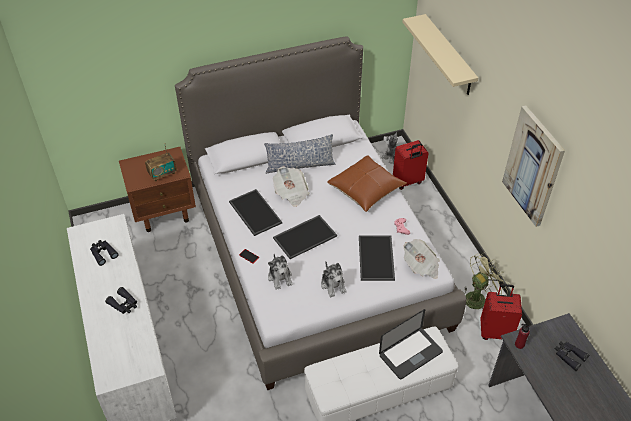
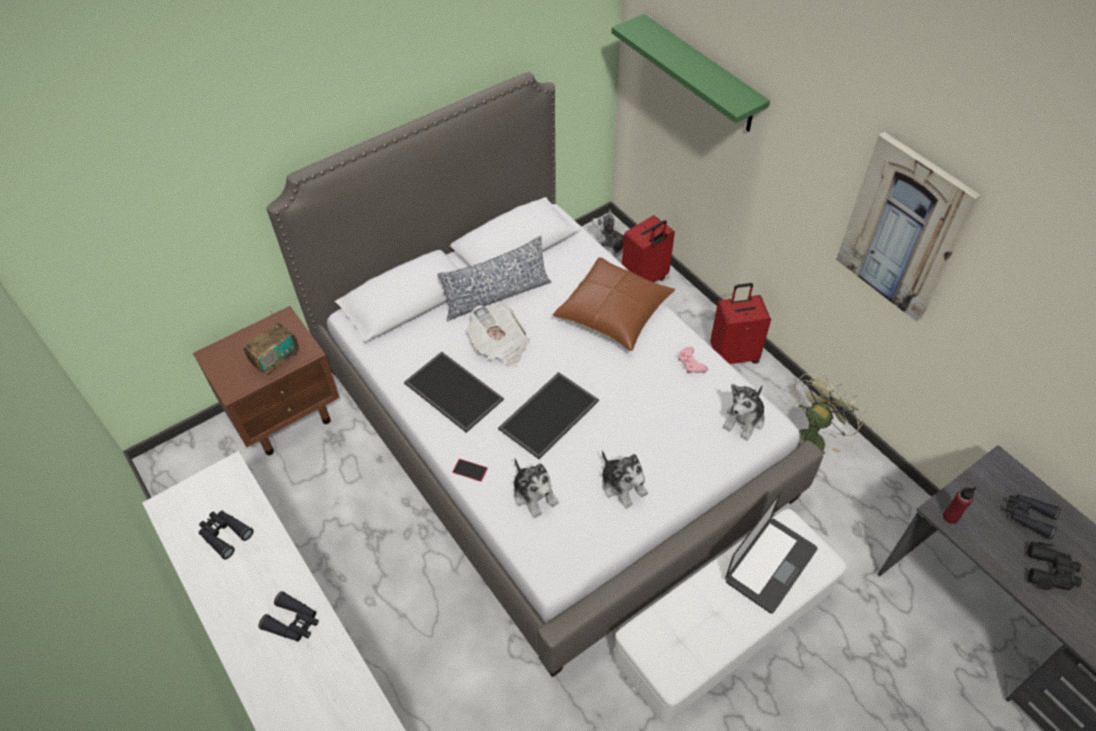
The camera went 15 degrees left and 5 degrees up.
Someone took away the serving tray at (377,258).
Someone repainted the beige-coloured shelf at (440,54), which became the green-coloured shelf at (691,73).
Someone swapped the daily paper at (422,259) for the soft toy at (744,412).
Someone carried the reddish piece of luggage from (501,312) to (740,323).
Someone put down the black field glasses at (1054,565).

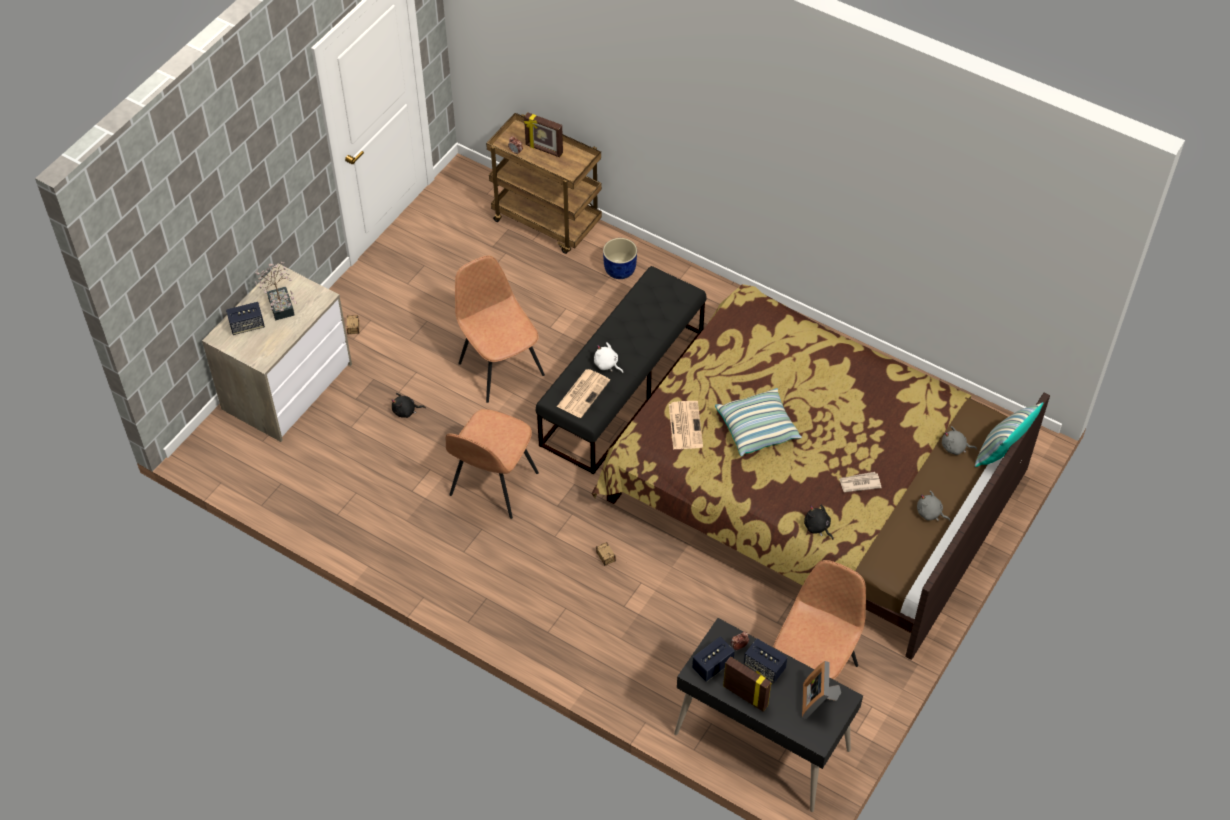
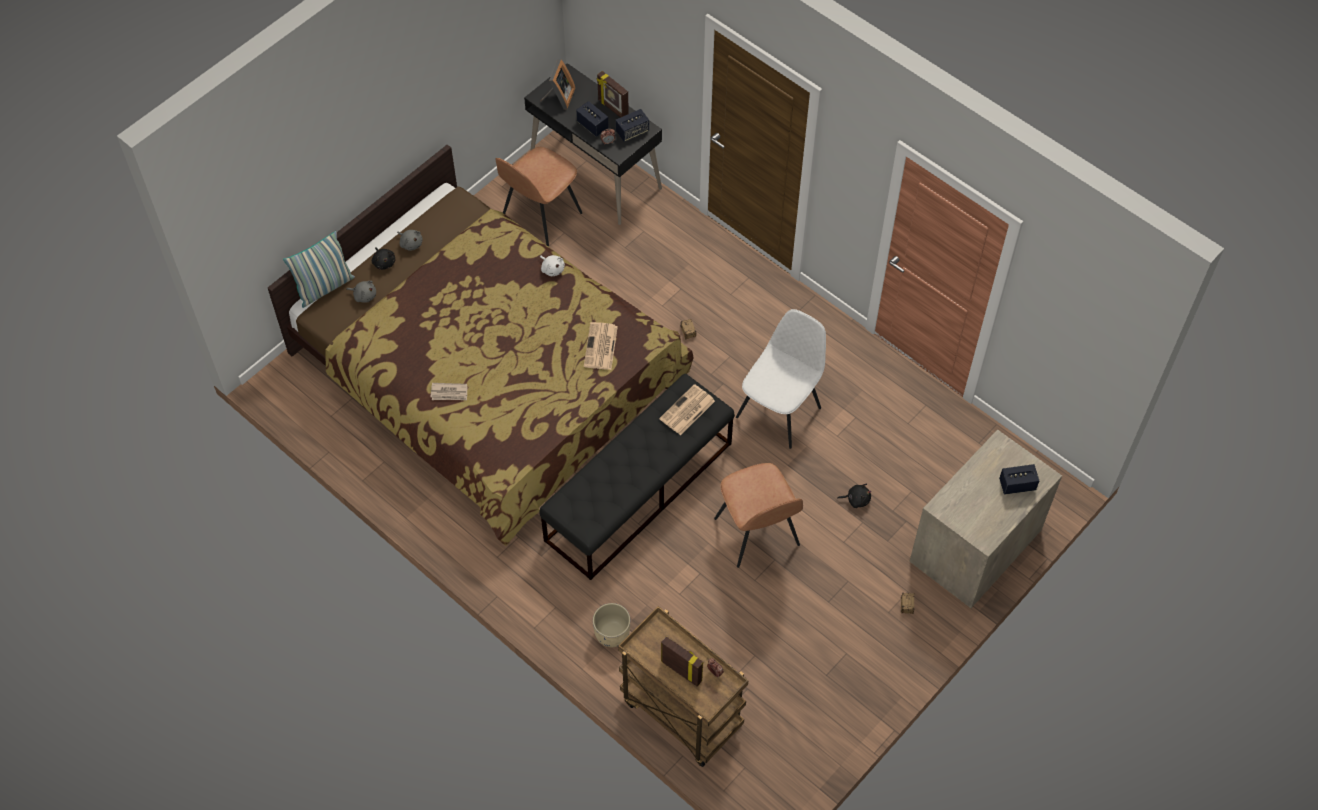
The camera went 170 degrees left and 5 degrees up.
Someone took away the plant in a pot at (276,291).
Someone repainted the brownish upright chair at (492,464), which became the whitish upright chair at (781,379).
Someone carried the whitish soft toy from (608,357) to (552,266).
Someone repainted the blue-coloured plant pot at (620,258), which became the beige-coloured plant pot at (611,625).
Someone took away the pillow at (758,422).
Someone carried the black soft toy from (818,522) to (383,258).
Someone carried the daily paper from (860,482) to (449,391).

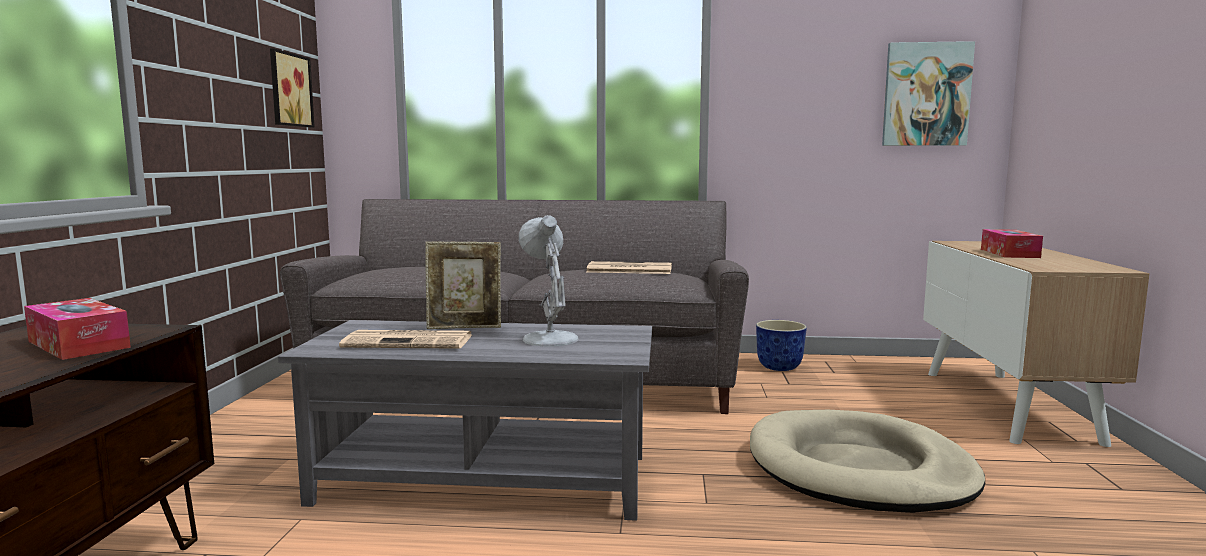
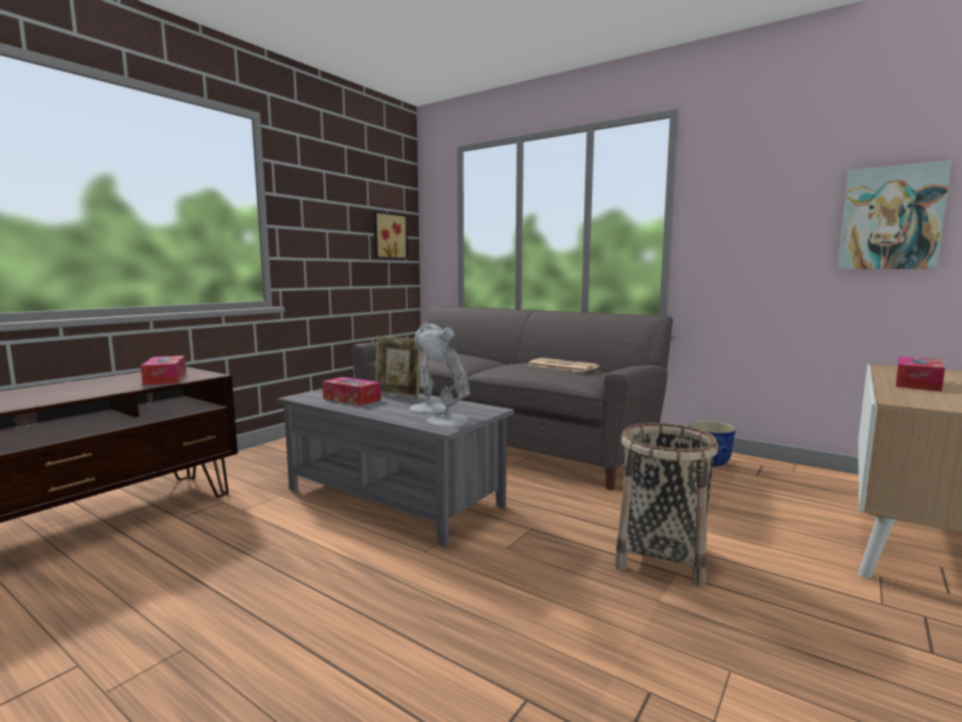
The camera went 30 degrees right and 0 degrees up.
Someone swapped the daily paper at (405,339) for the box of tissues at (351,391).
Someone swapped the beige-coloured pet bed at (867,461) for the basket at (666,505).
Someone put down the whitish lamp for a table at (444,377).

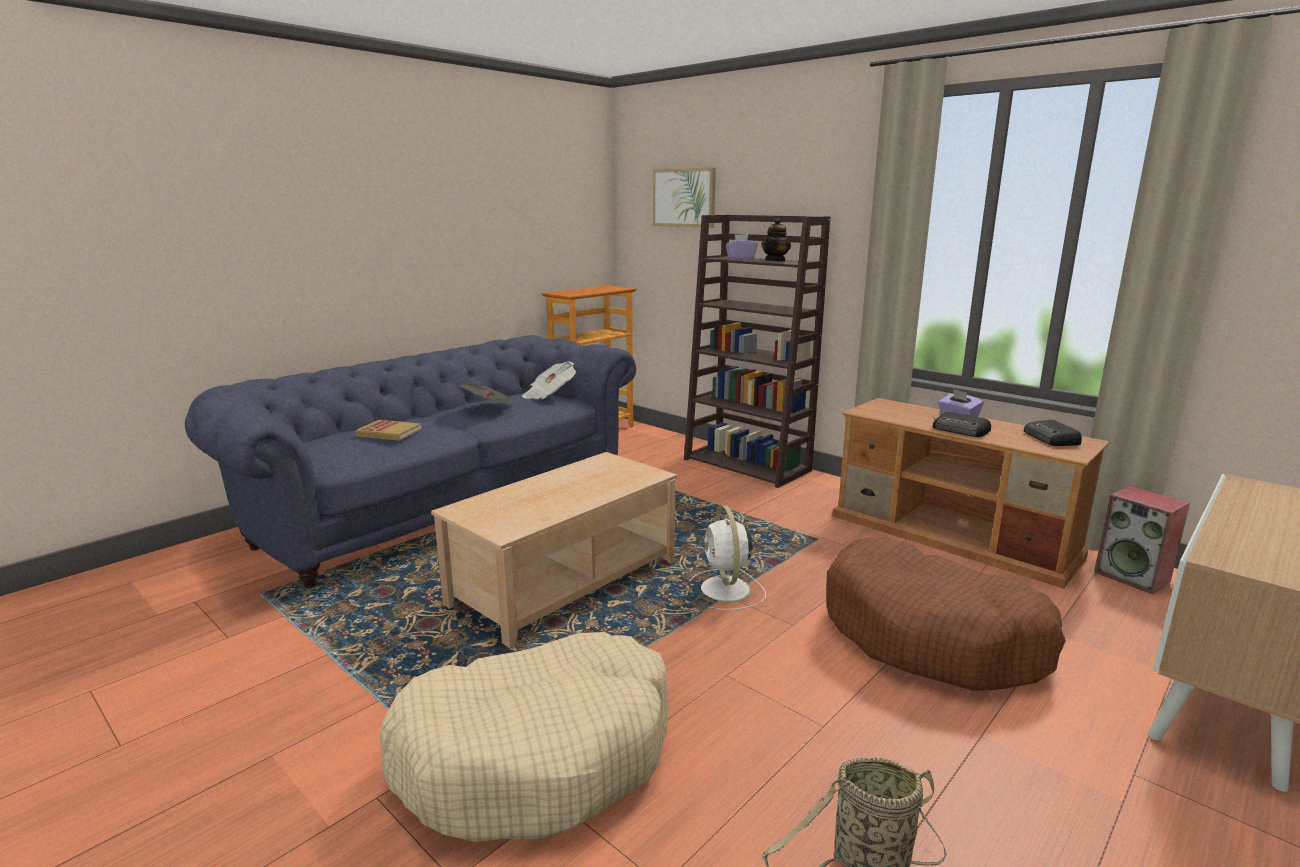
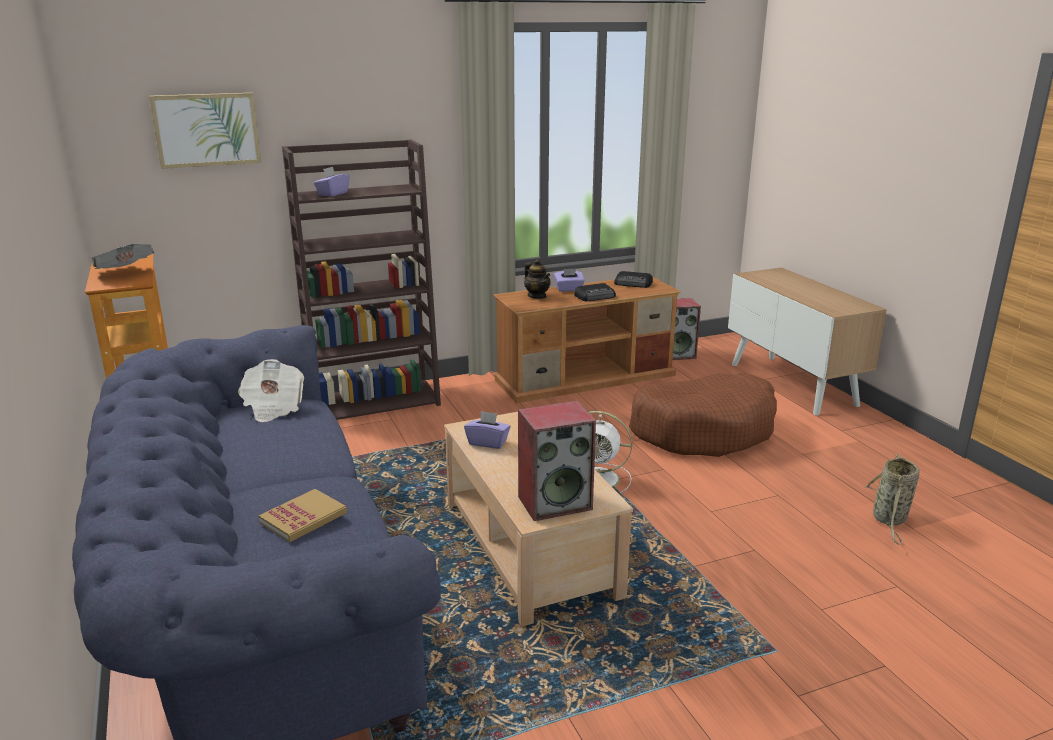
The camera went 65 degrees left and 5 degrees up.
Someone took away the beige-coloured pet bed at (523,737).
Someone carried the daily paper from (486,393) to (122,256).
Someone carried the pot for tea from (776,239) to (537,279).
Someone put down the purple box of tissues at (487,430).
Someone put down the loudspeaker at (557,461).

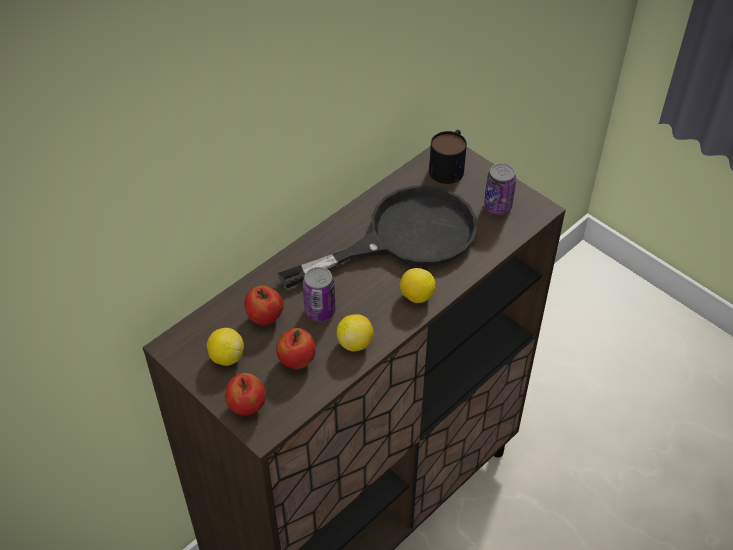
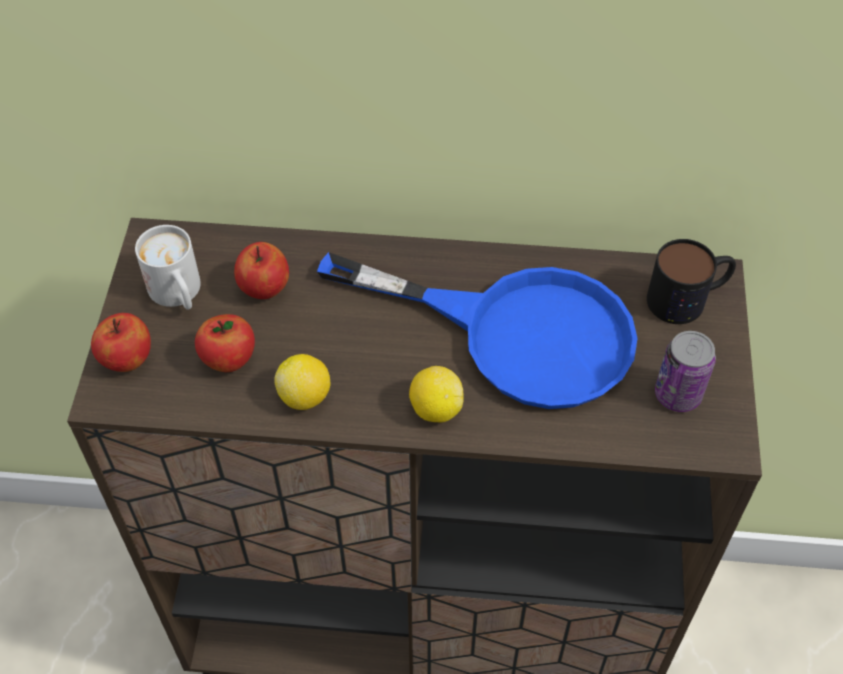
The camera went 50 degrees right and 5 degrees up.
Someone swapped the lemon at (225,347) for the whitish mug at (168,267).
Someone repainted the black frying pan at (377,237), which became the blue-coloured frying pan at (477,330).
Someone took away the can at (319,294).

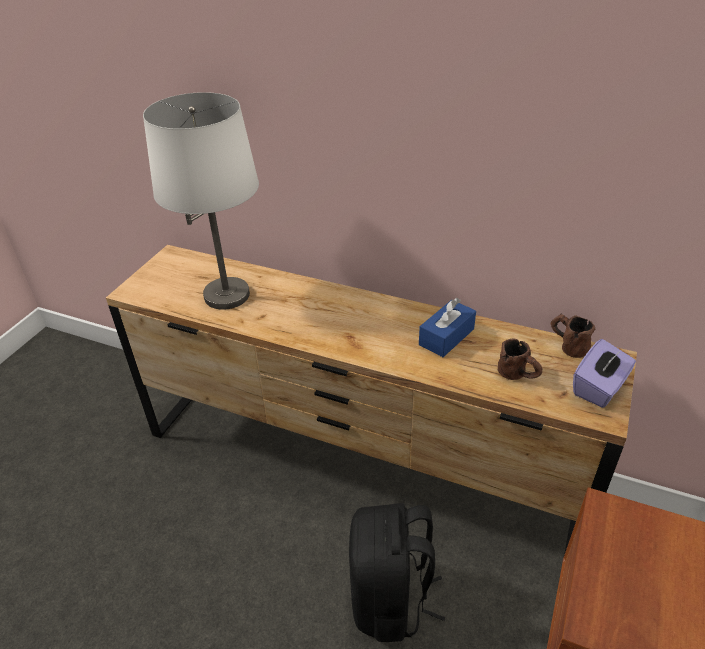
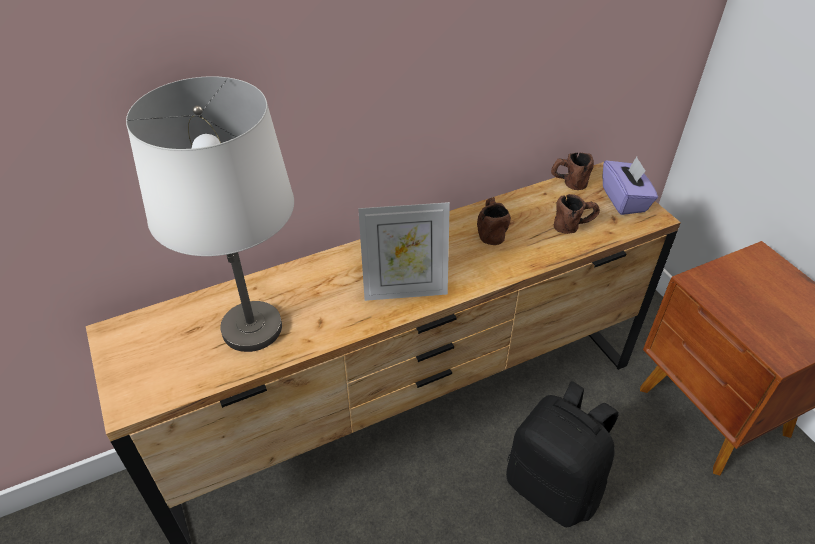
The camera went 50 degrees left and 5 degrees up.
Someone swapped the blue-coloured box of tissues at (447,327) for the brownish mug at (494,221).
Someone put down the photo frame at (404,251).

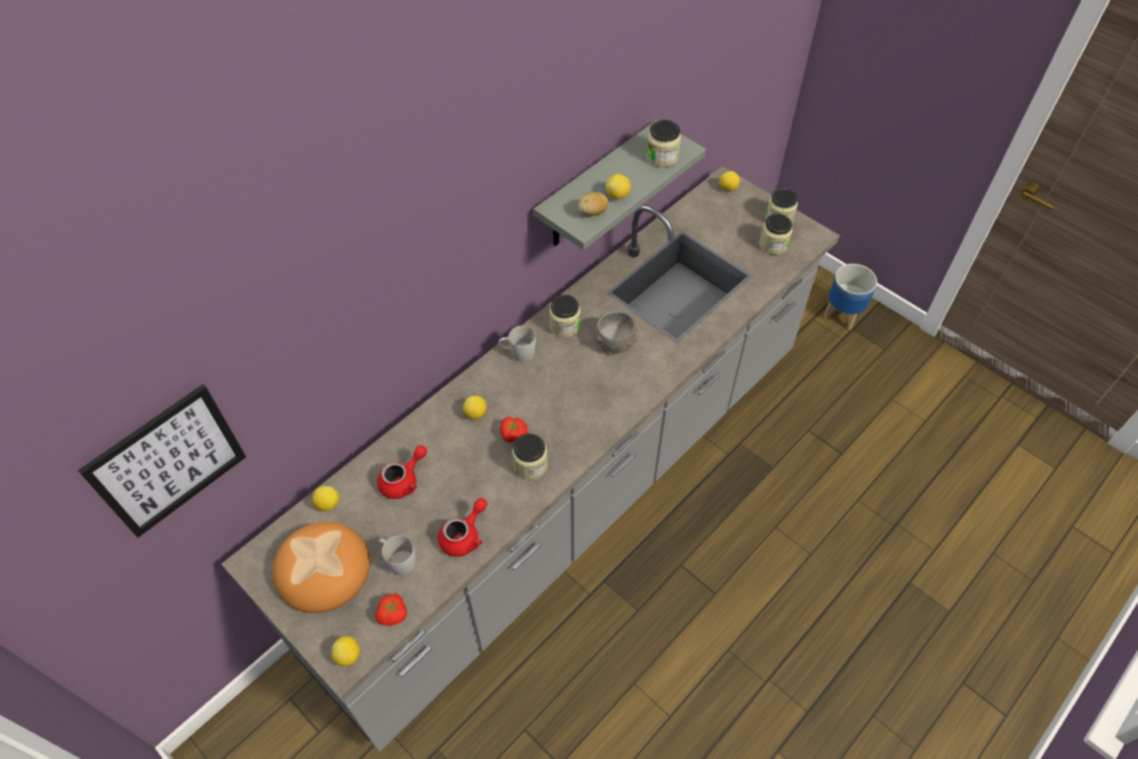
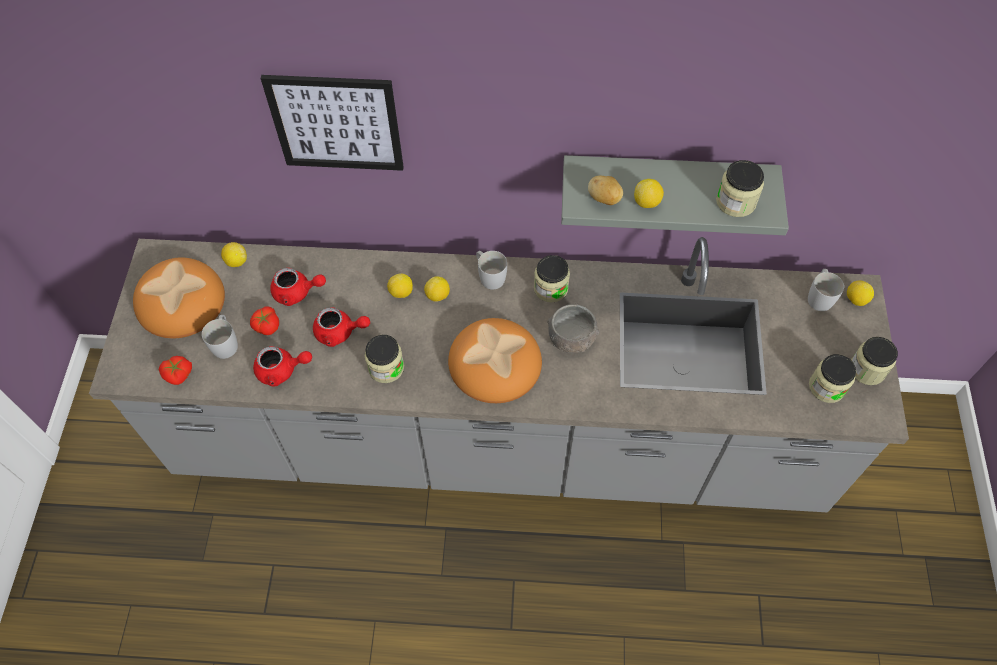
The camera went 50 degrees right and 5 degrees up.
Someone carried the wall picture from (162,461) to (332,123).
Someone carried the lemon from (346,651) to (437,289).
Someone carried the whole tomato from (514,429) to (264,320).
Someone took away the plant pot at (850,297).
Someone put down the reddish pot for tea at (341,327).
Someone put down the baked bread at (495,360).
Someone put down the whitish mug at (826,290).

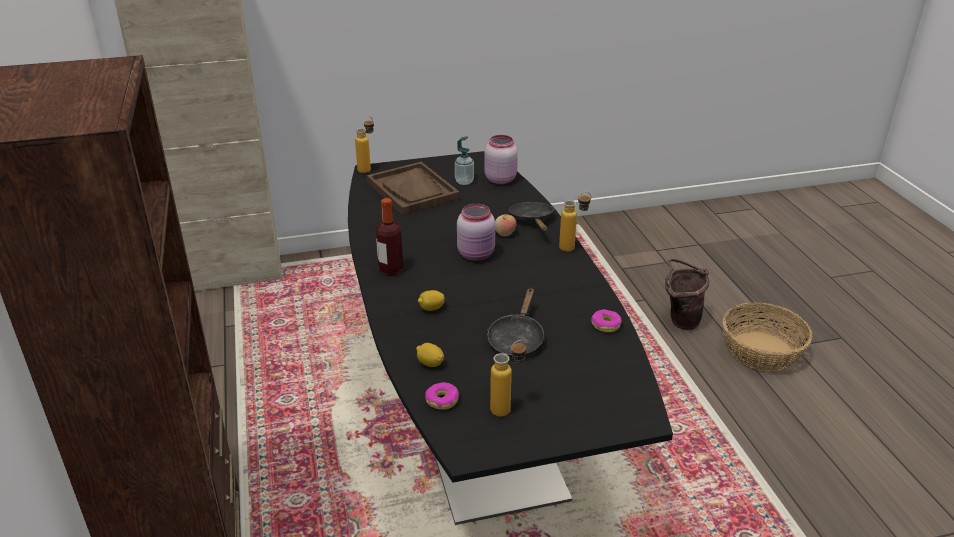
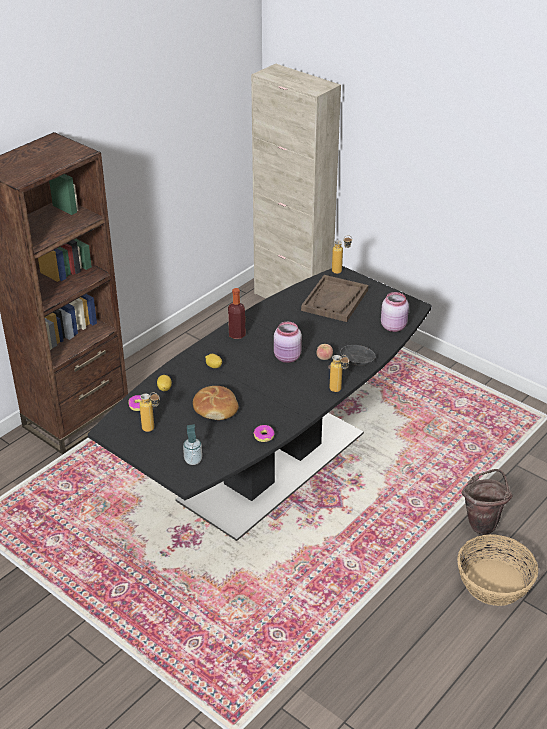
The camera went 55 degrees right and 5 degrees up.
Someone carried the liquid soap bottle from (464,160) to (192,444).
Someone swapped the black frying pan at (515,322) for the baked bread at (216,403).

